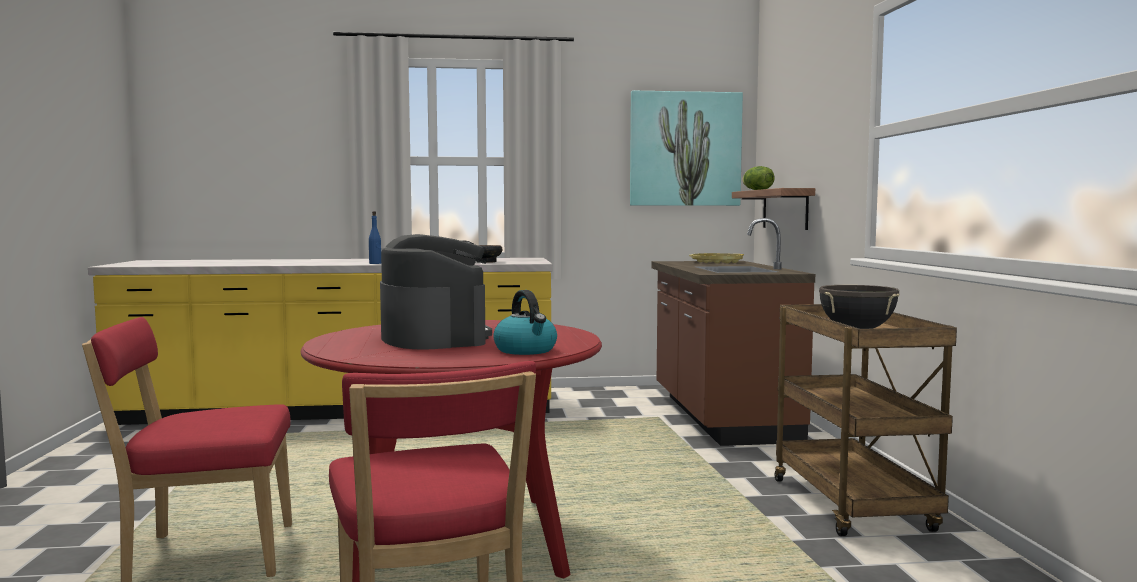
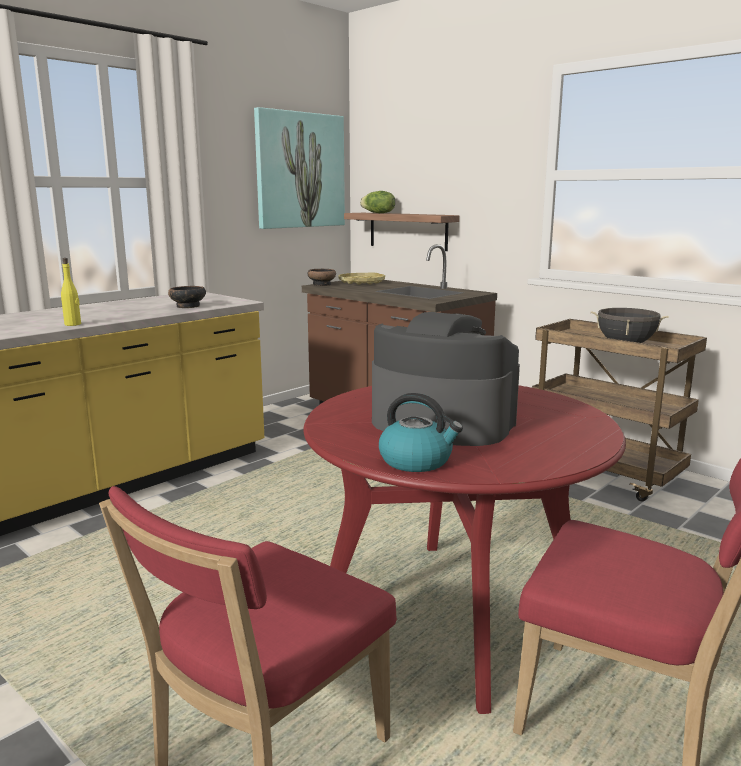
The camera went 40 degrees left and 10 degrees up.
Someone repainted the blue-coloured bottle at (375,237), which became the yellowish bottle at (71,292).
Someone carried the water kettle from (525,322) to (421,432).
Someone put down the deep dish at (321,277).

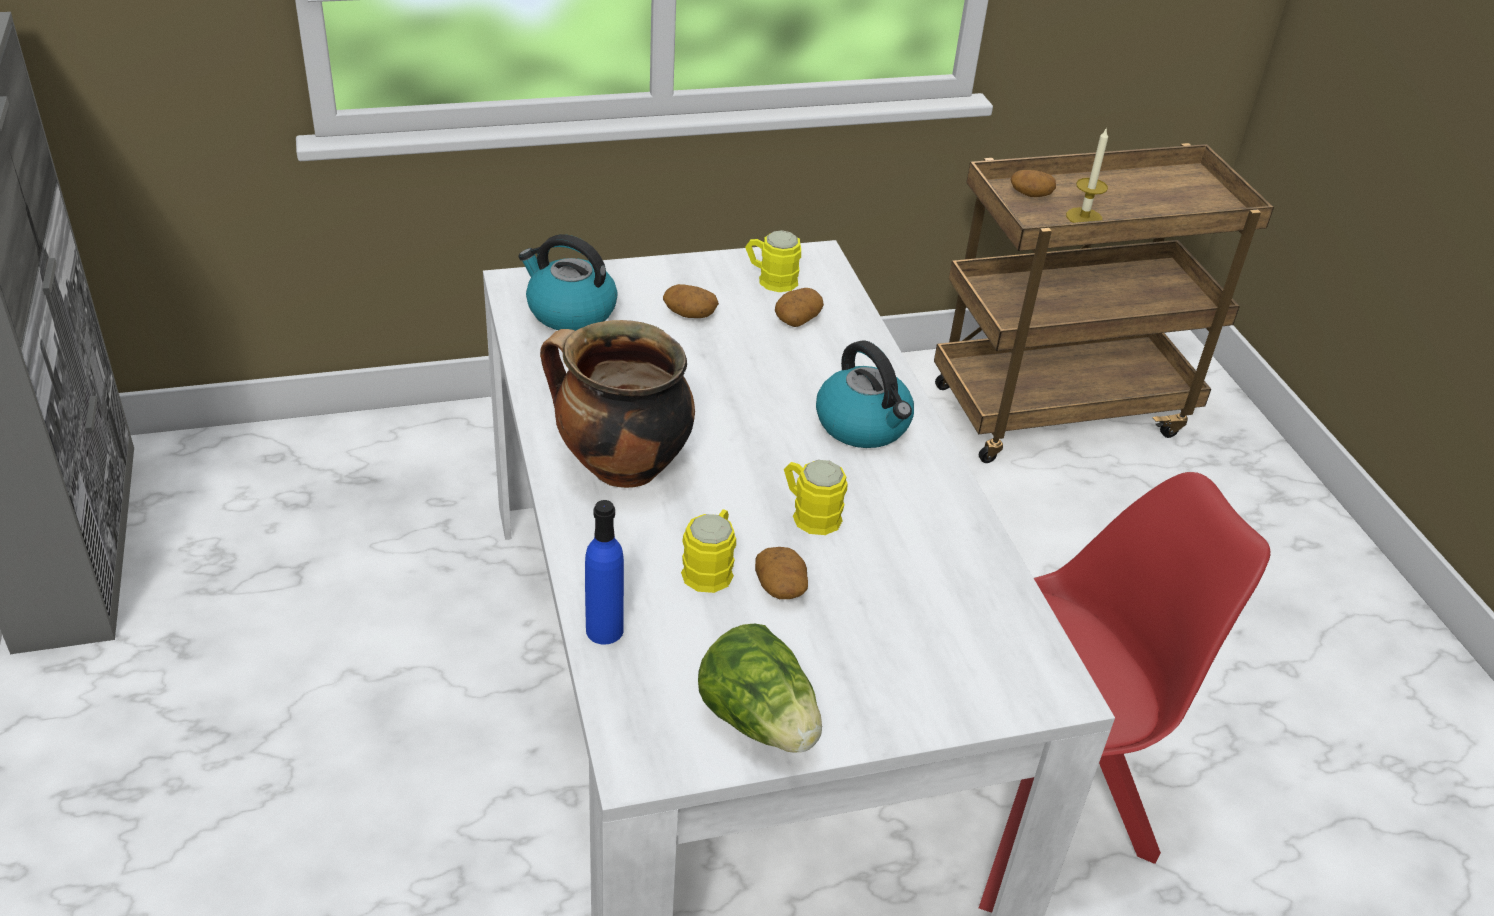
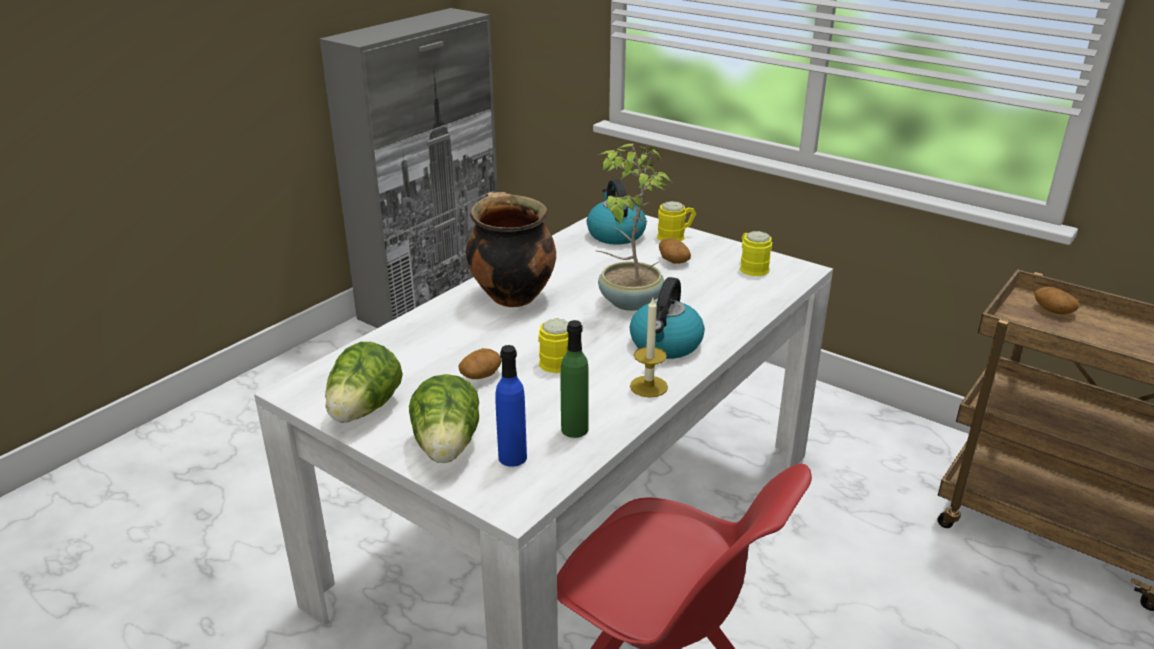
The camera went 55 degrees right and 10 degrees down.
Someone carried the blue-coloured bottle from (604,572) to (511,406).
Someone carried the yellowish mug from (708,551) to (676,221).
Someone took away the potato at (799,307).
Someone carried the candle from (1087,175) to (649,347).
Someone put down the lettuce at (444,418).
Someone put down the green-coloured bottle at (575,379).
Someone put down the plant in a pot at (634,227).

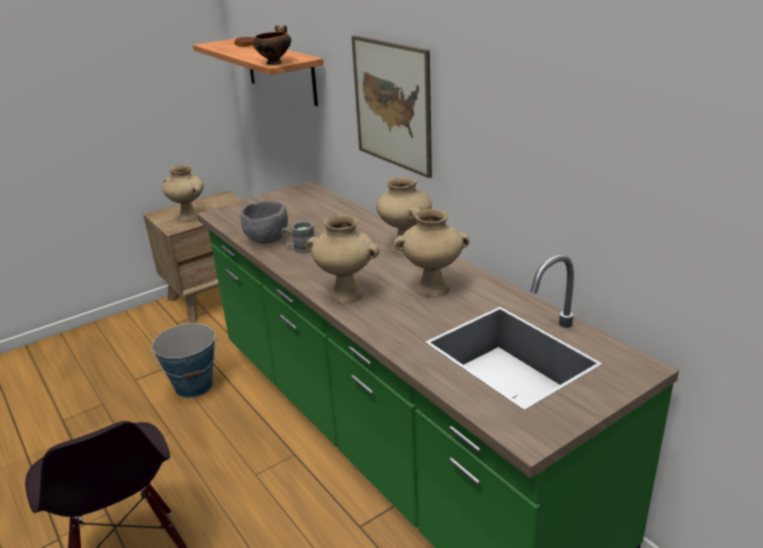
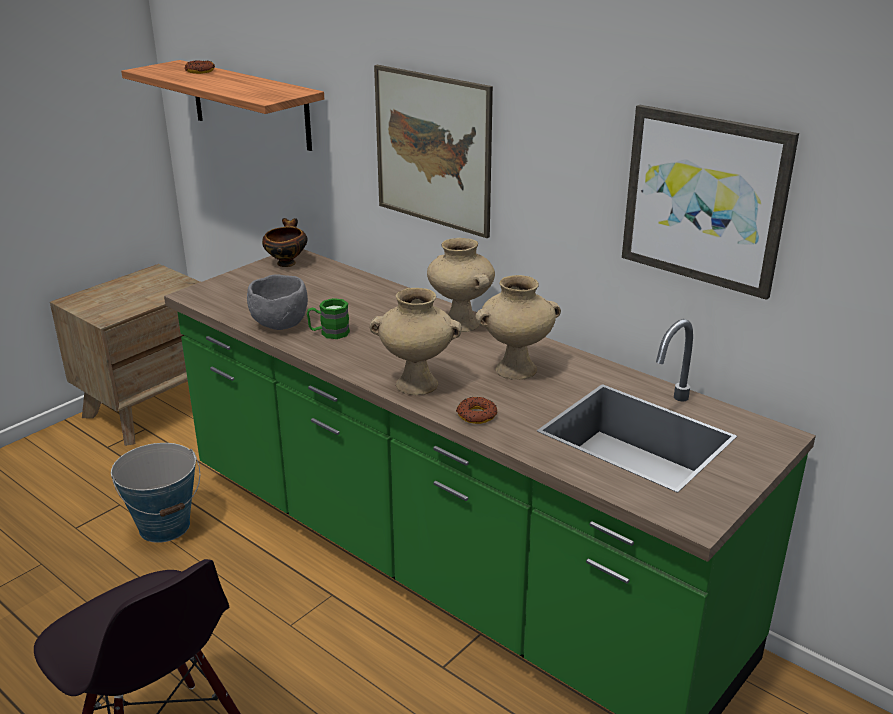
The camera went 15 degrees left and 0 degrees up.
Someone took away the beige-coloured decorative vase at (183,193).
Someone carried the deep dish from (271,45) to (285,242).
Someone repainted the gray mug at (298,237), which became the green-coloured mug at (328,318).
Someone put down the ring doughnut at (476,410).
Someone put up the wall picture at (710,202).

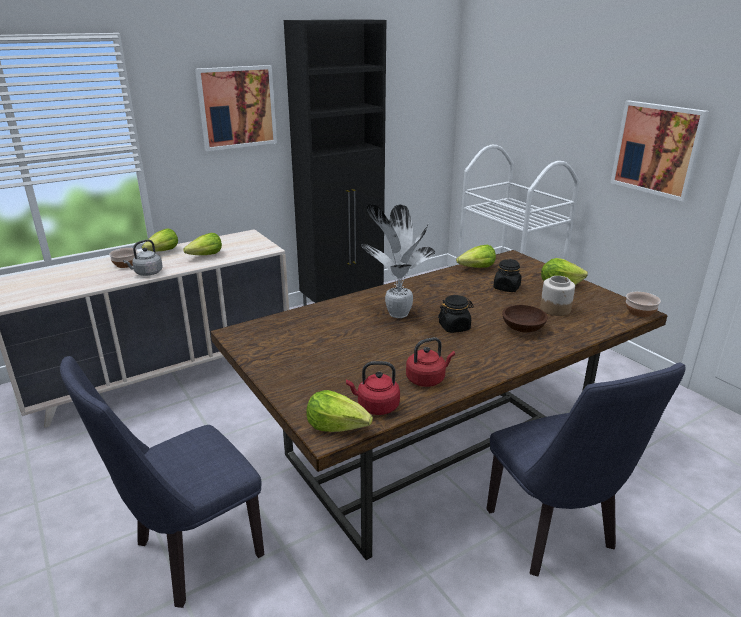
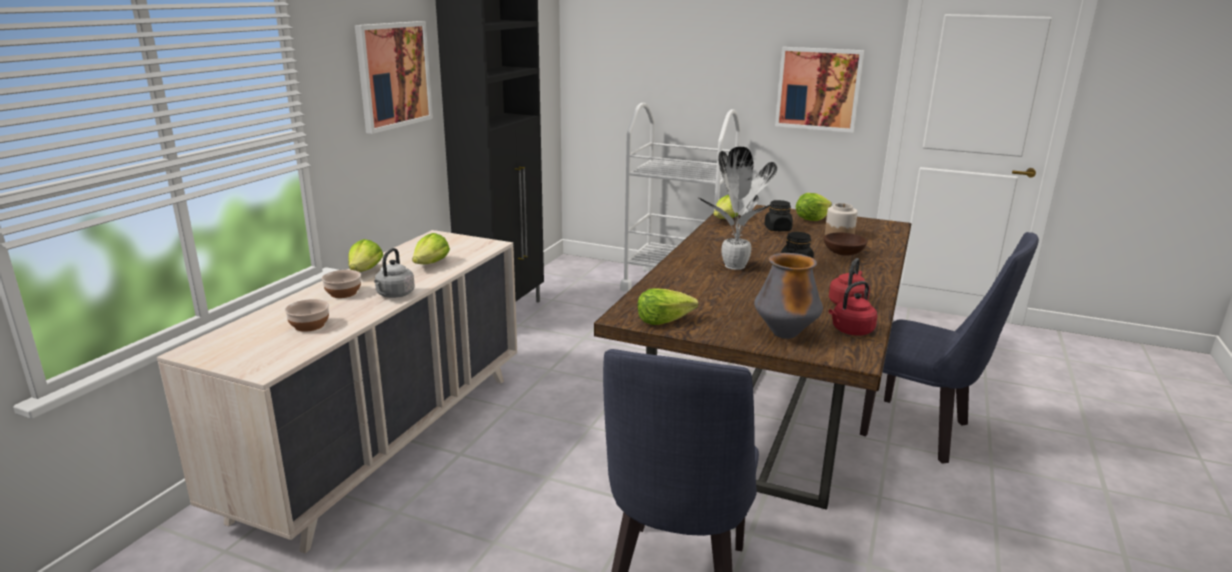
The camera went 35 degrees left and 5 degrees down.
Someone carried the lettuce from (340,411) to (668,306).
Someone carried the deep dish from (643,304) to (307,315).
Someone put down the decorative vase at (788,296).

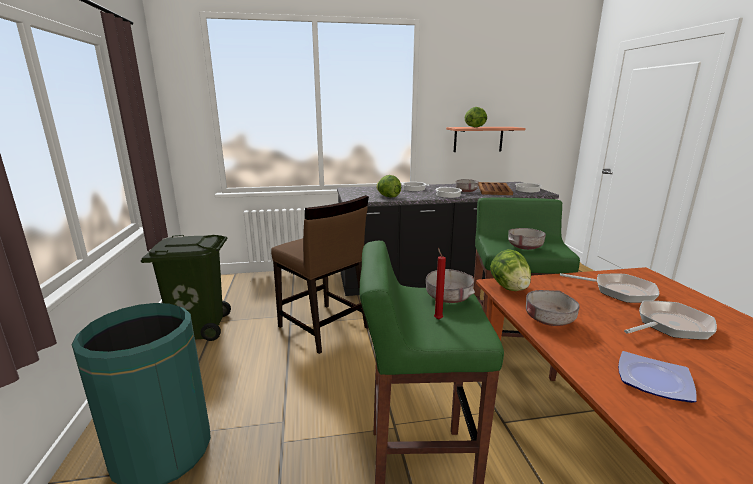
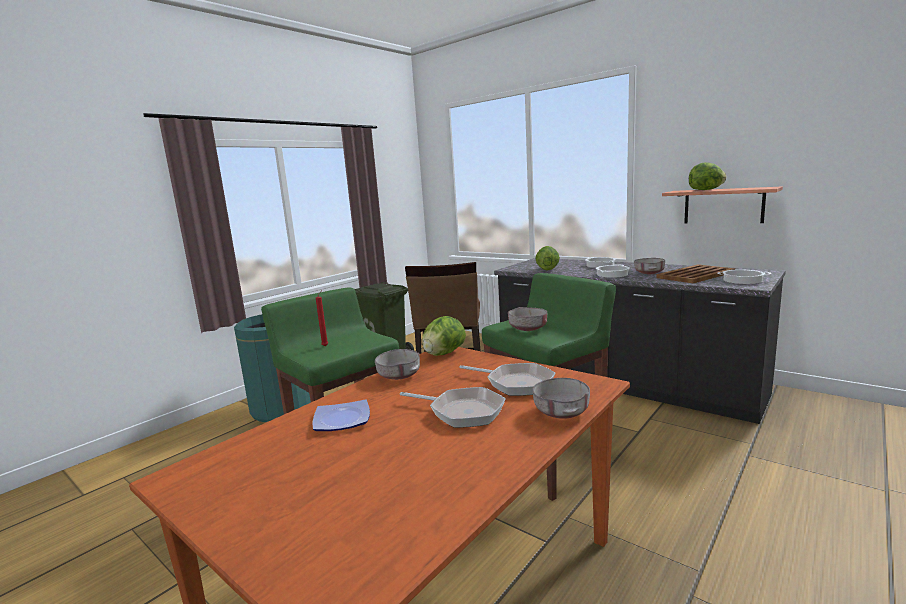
The camera went 50 degrees right and 5 degrees down.
Someone carried the gray deep dish from (450,286) to (561,398).
Someone rotated the frying pan at (609,288) by 45 degrees counterclockwise.

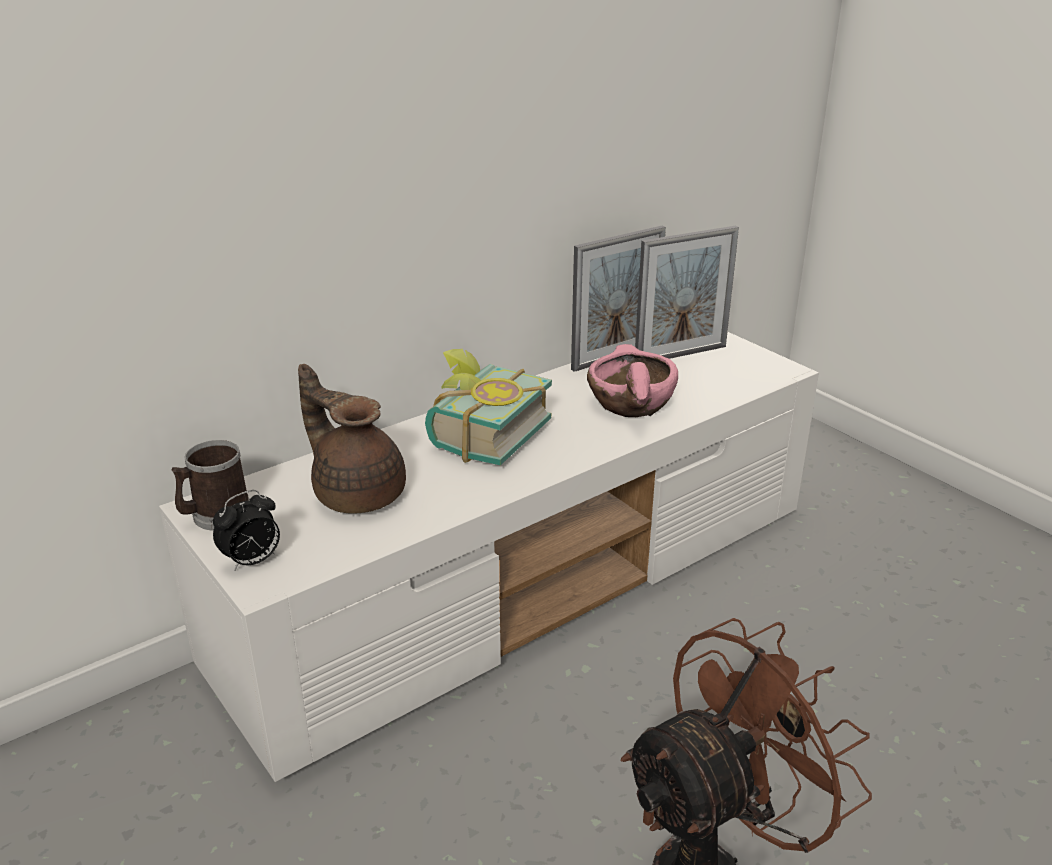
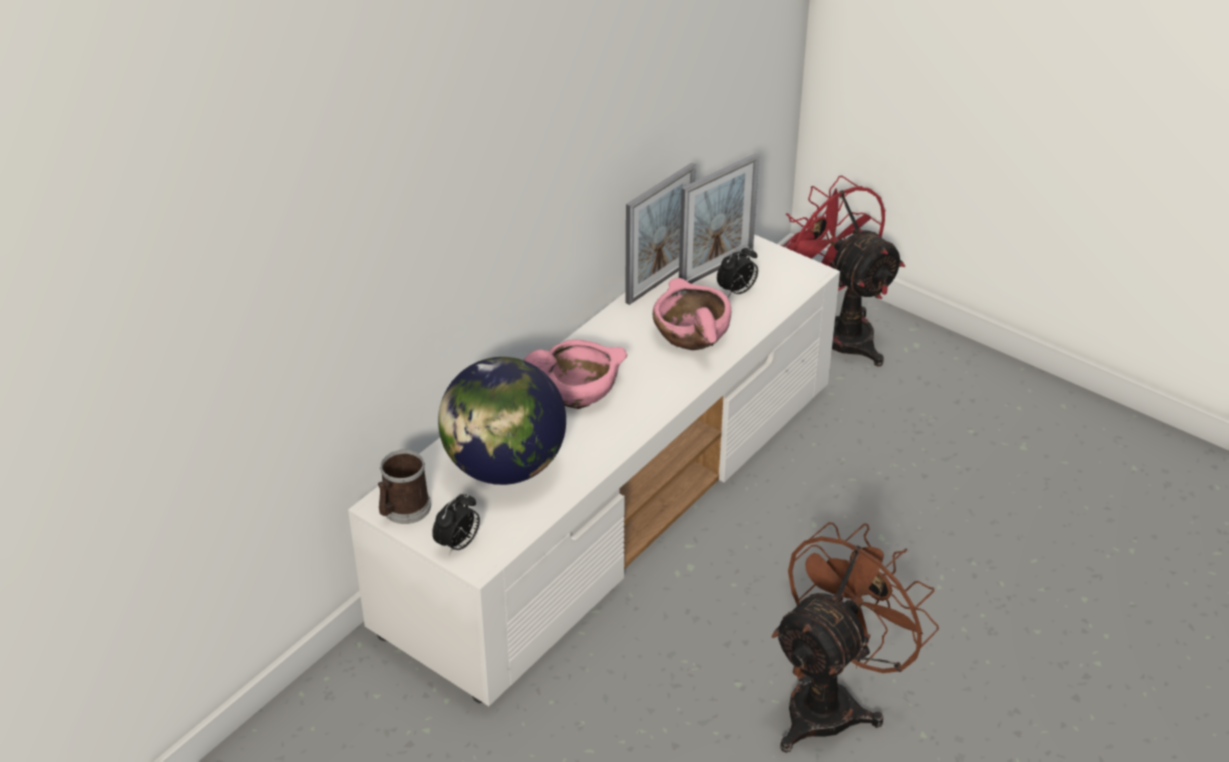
The camera went 15 degrees left and 10 degrees up.
Someone swapped the brownish pot for tea at (352,438) for the desk globe at (502,421).
Someone swapped the bound book at (488,407) for the pink deep dish at (575,374).
Someone put down the bedside clock at (737,271).
Someone put down the reddish fan at (842,270).

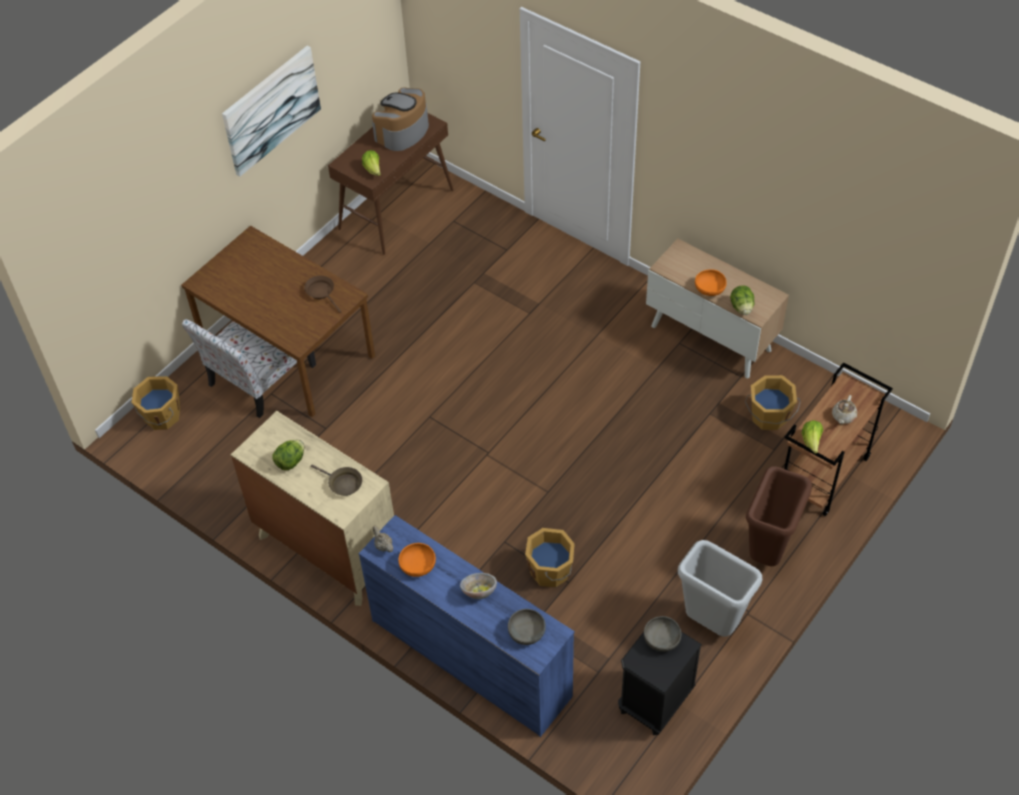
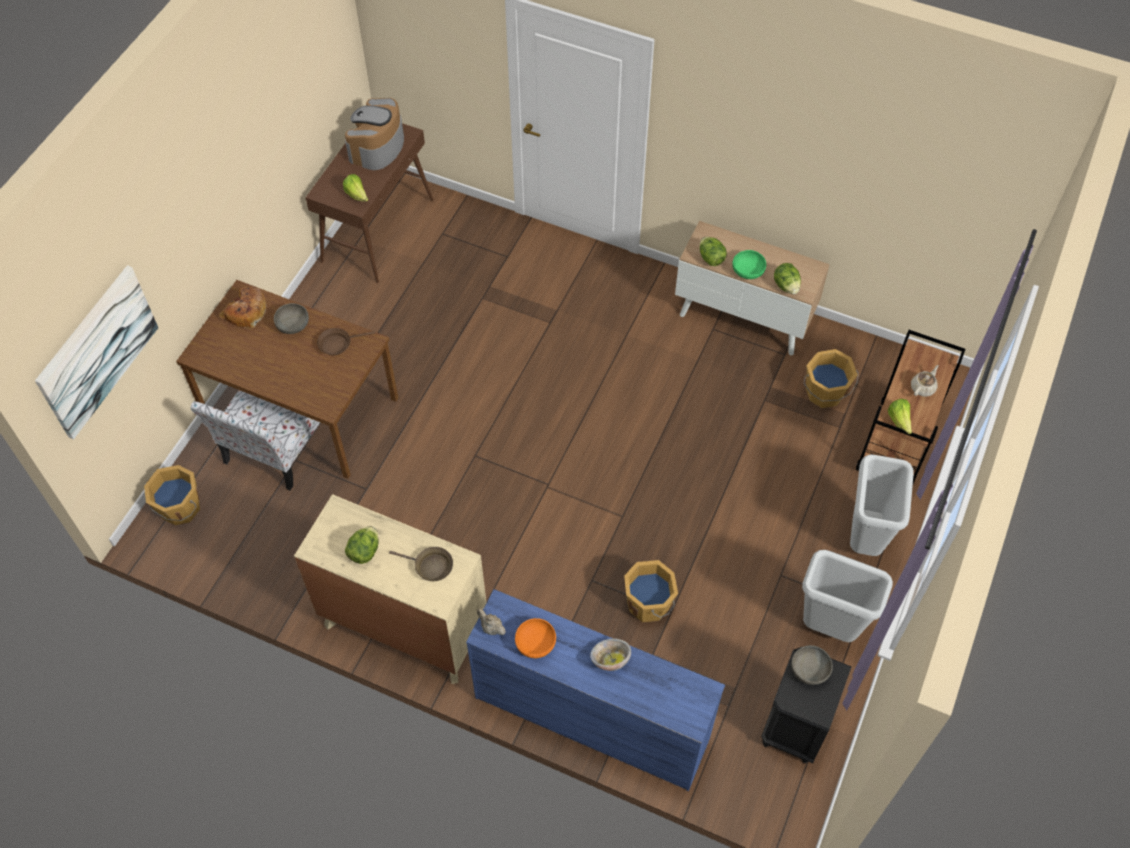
The camera went 15 degrees left and 5 degrees up.
Someone carried the wall picture from (271,111) to (96,352).
Someone rotated the brownish frying pan at (323,294) by 60 degrees counterclockwise.
Someone carried the gray deep dish from (527,627) to (291,318).
Someone repainted the orange deep dish at (711,282), which became the green-coloured deep dish at (749,264).
Someone repainted the brownish waste bin at (779,516), which became the gray waste bin at (882,505).
Someone rotated the beige-coloured pot for tea at (844,409) by 150 degrees counterclockwise.
Someone put down the baked bread at (243,307).
Someone put down the lettuce at (713,251).

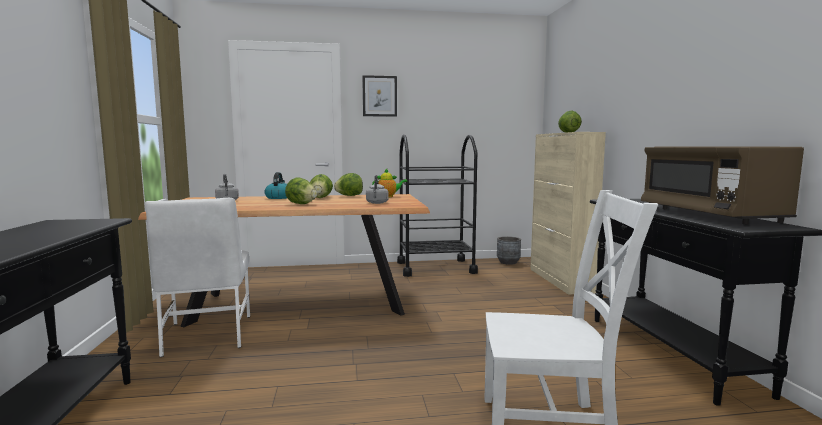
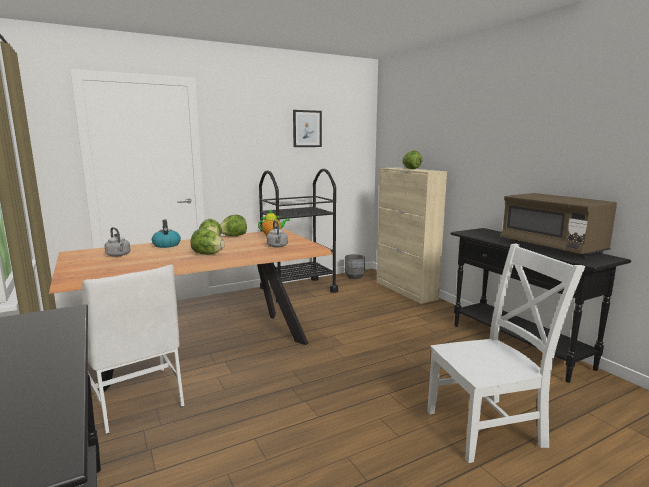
The camera went 20 degrees left and 5 degrees up.
Someone carried the wall picture from (379,96) to (307,128).

